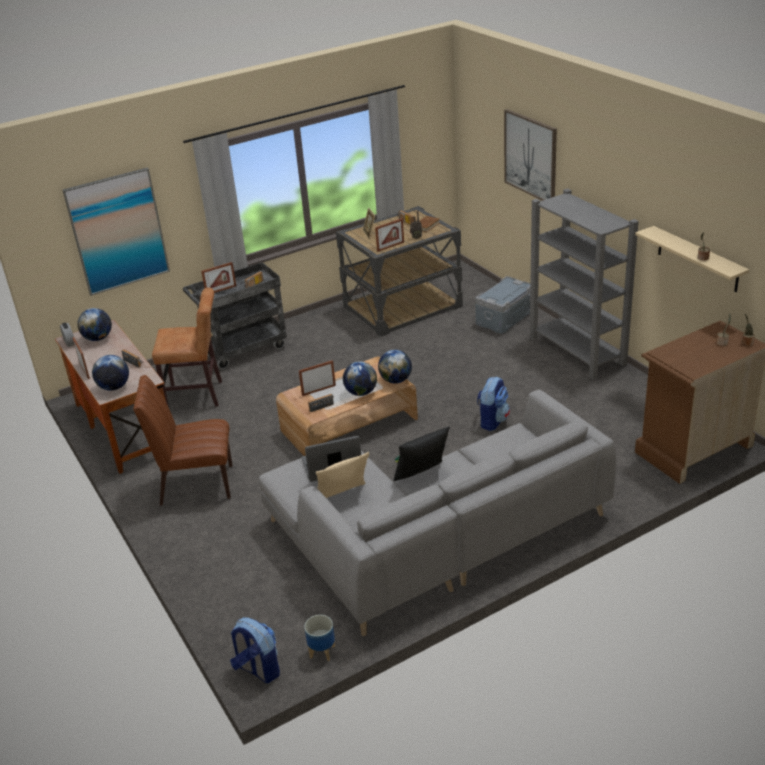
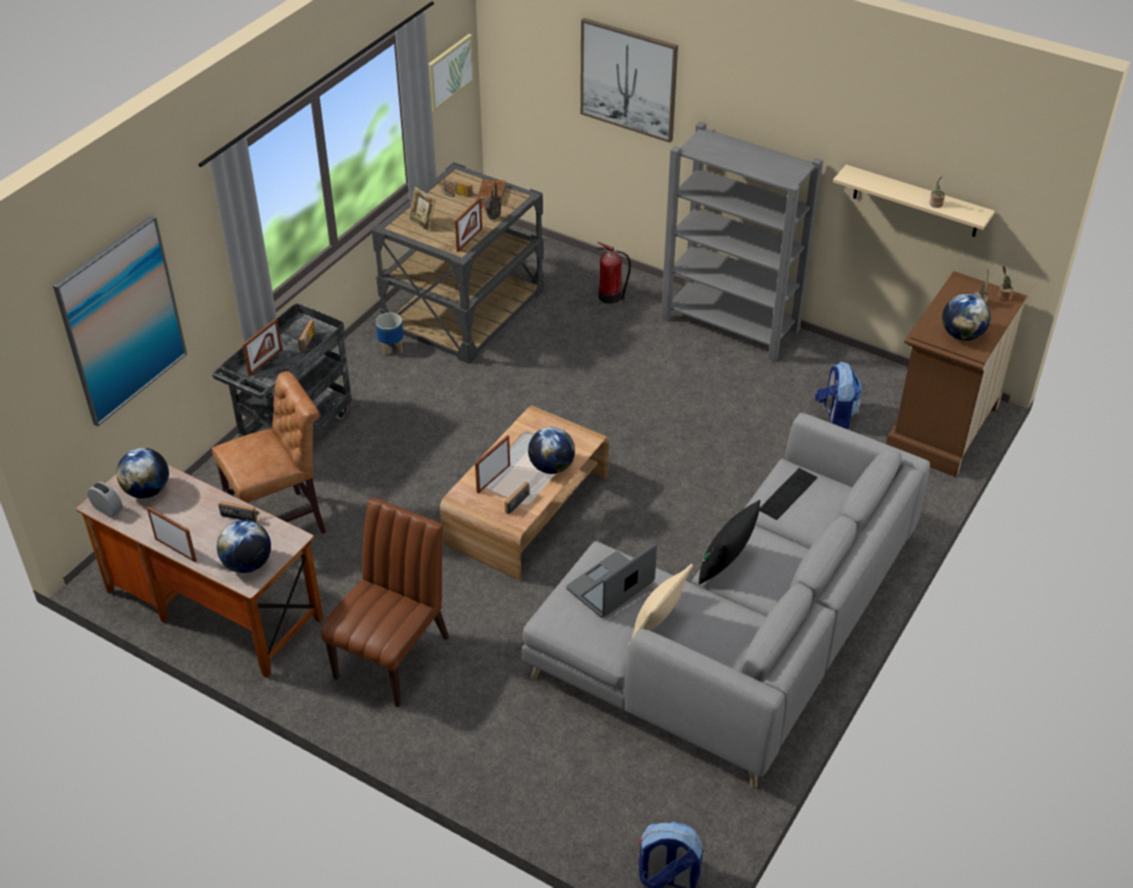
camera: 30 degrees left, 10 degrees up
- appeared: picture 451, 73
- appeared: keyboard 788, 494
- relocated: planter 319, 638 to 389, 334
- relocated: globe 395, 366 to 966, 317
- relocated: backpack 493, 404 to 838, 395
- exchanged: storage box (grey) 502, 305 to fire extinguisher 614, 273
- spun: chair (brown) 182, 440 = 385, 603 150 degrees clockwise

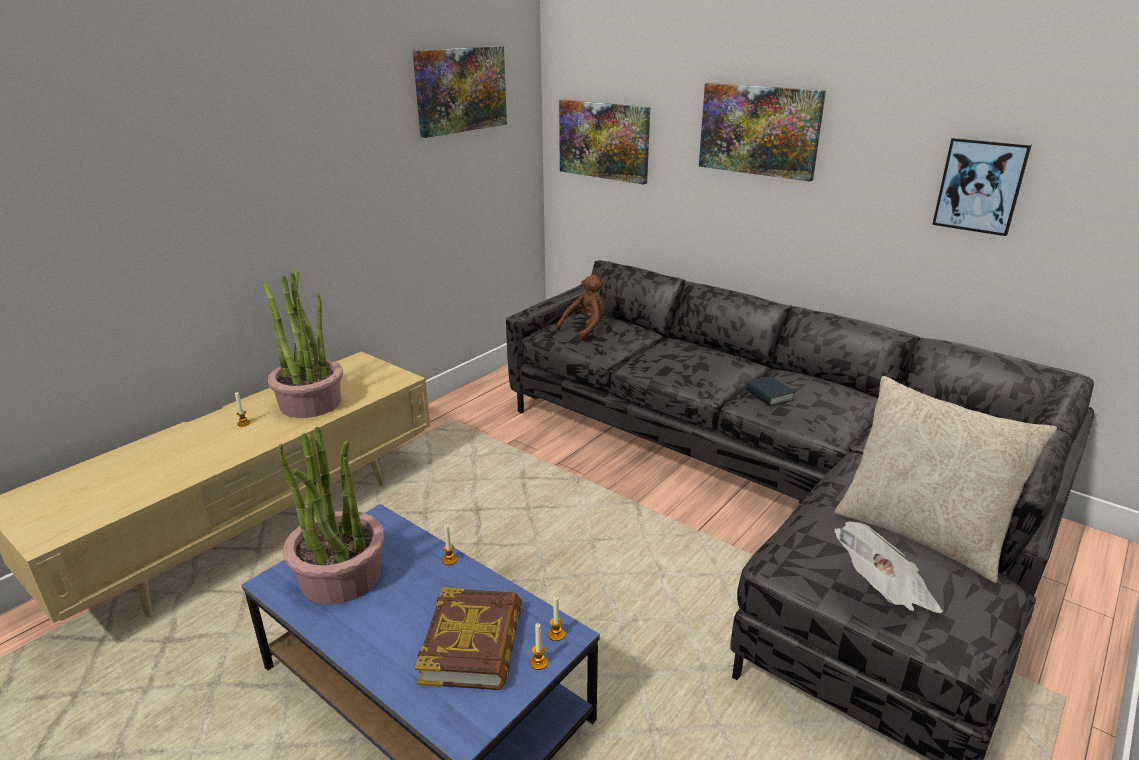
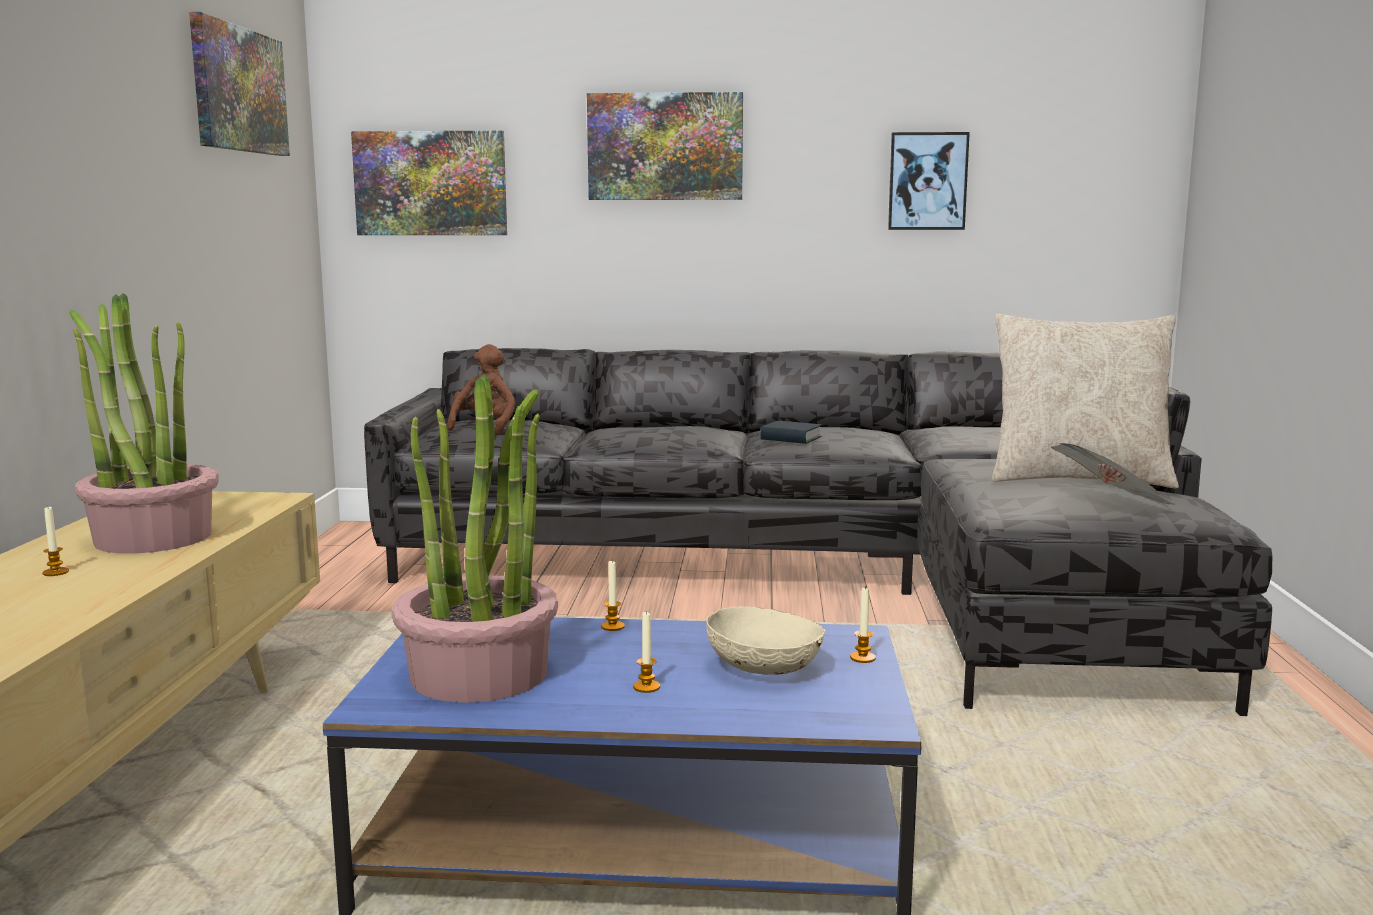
camera: 35 degrees left, 15 degrees down
- relocated: candle 556, 618 to 646, 652
- exchanged: book 468, 638 to bowl (beige) 765, 640

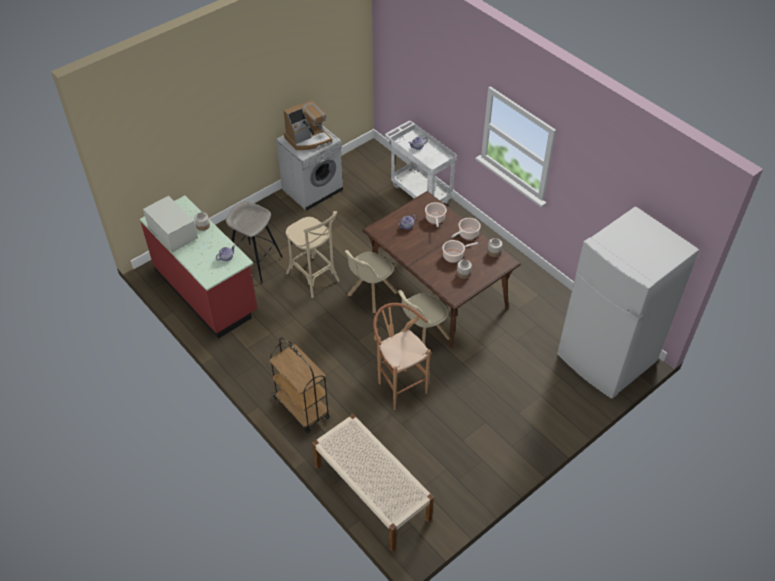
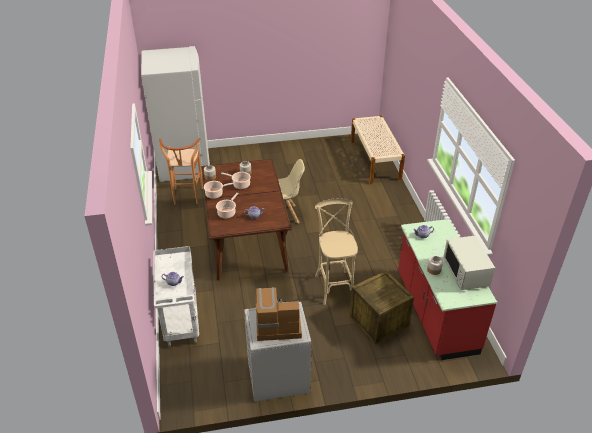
camera: 150 degrees left, 10 degrees down
- missing: cart (brown) 300, 385
- missing: chair (beige) 371, 281
- relocated: stool (brown) 402, 356 to 181, 171
- exchanged: stool (grey) 254, 242 to crate 382, 307

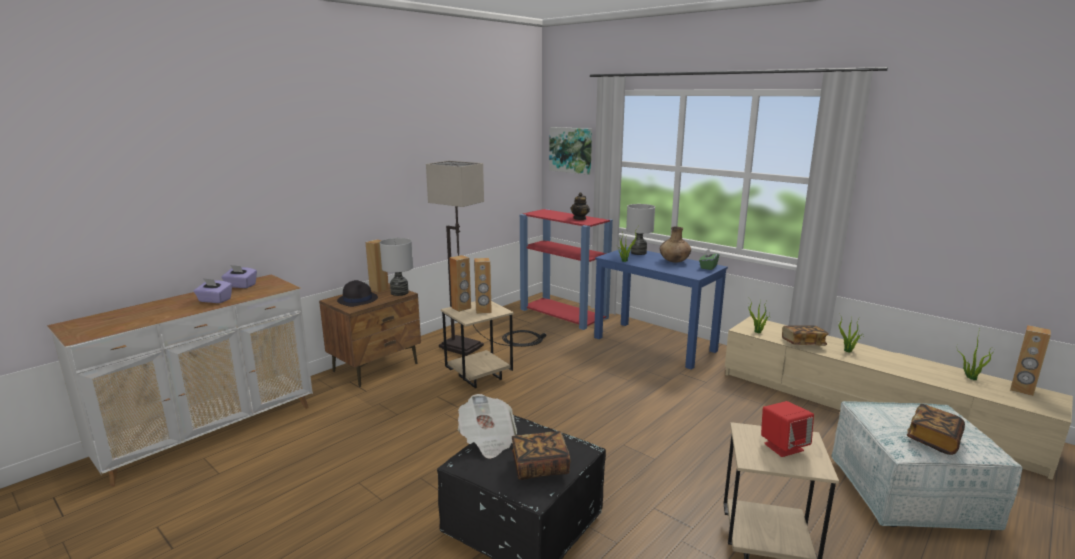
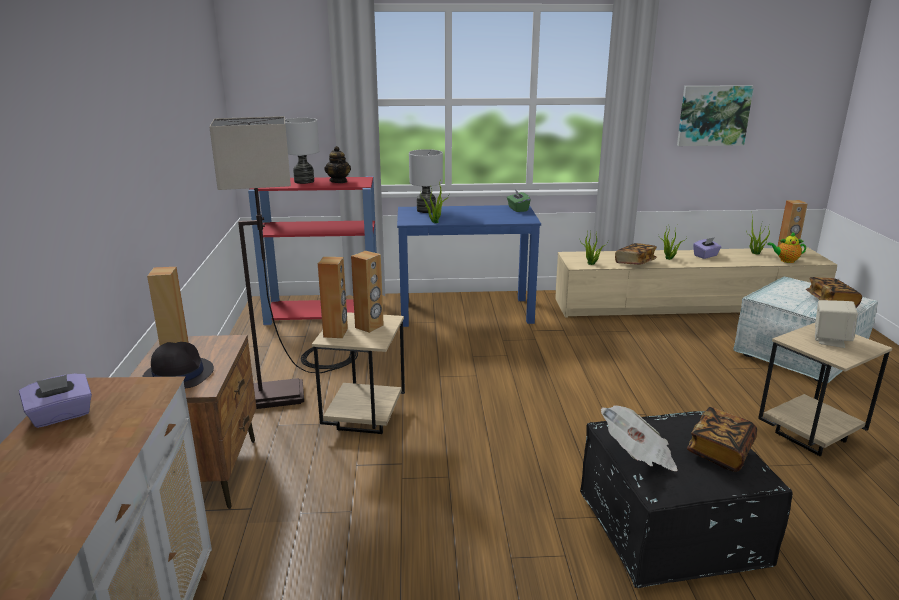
camera: 45 degrees left, 5 degrees up
- missing: vase (brown) 675, 244
- appeared: teapot 786, 247
- relocated: tissue box (purple) 213, 290 to 707, 248
- relocated: table lamp (grey) 396, 267 to 302, 151
- relocated: picture 570, 151 to 715, 115
- colour: speaker (red) 787, 429 to speaker (beige) 836, 324

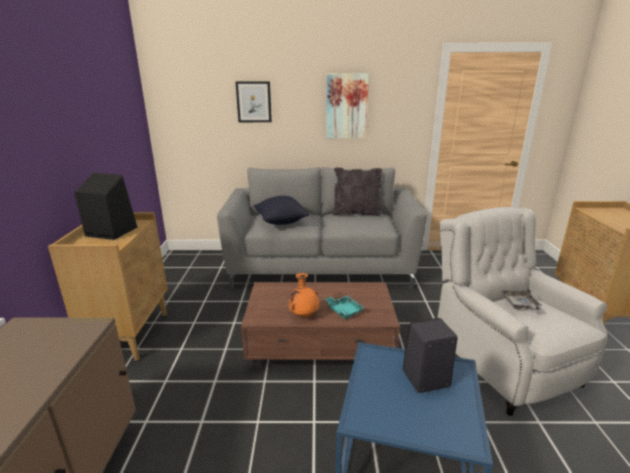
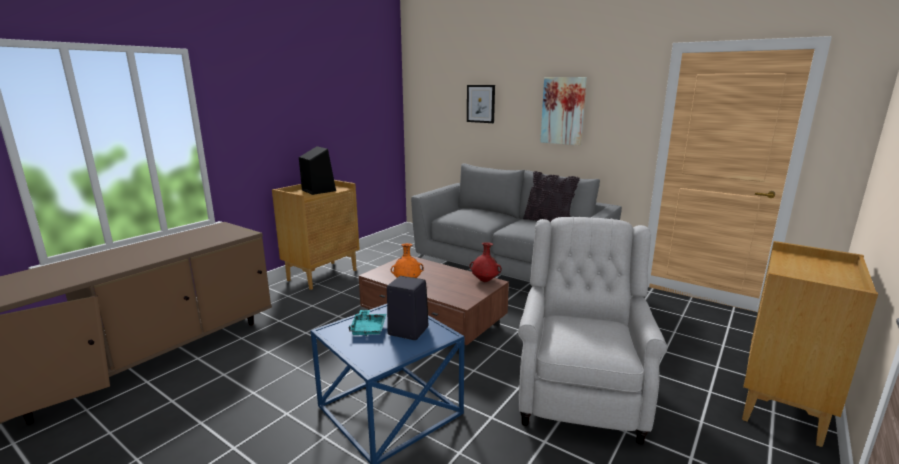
camera: 35 degrees right, 5 degrees down
- missing: pillow (black) 281, 210
- missing: tray (grey) 522, 300
- appeared: vase (red) 486, 262
- relocated: tray (turquoise) 344, 307 to 367, 323

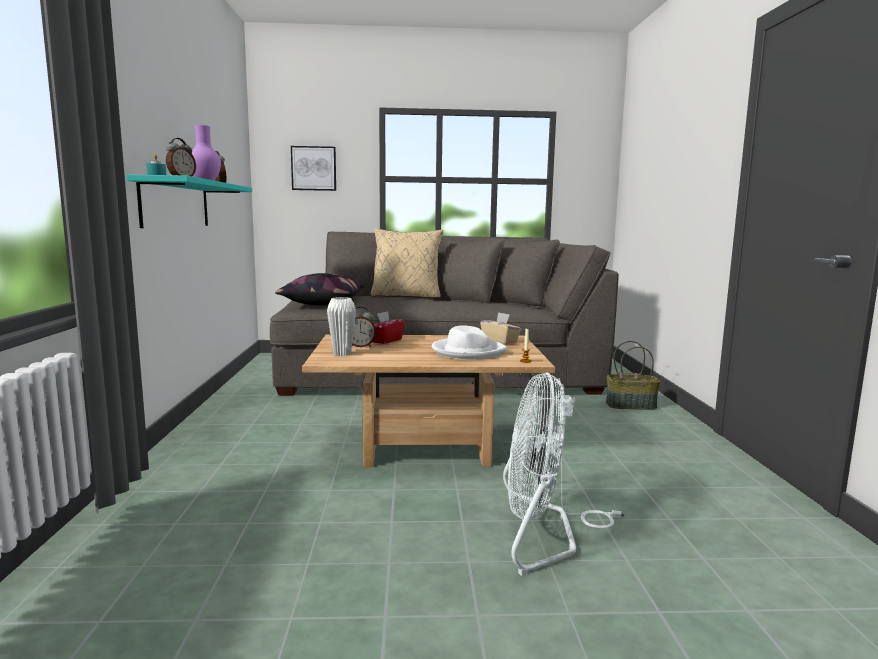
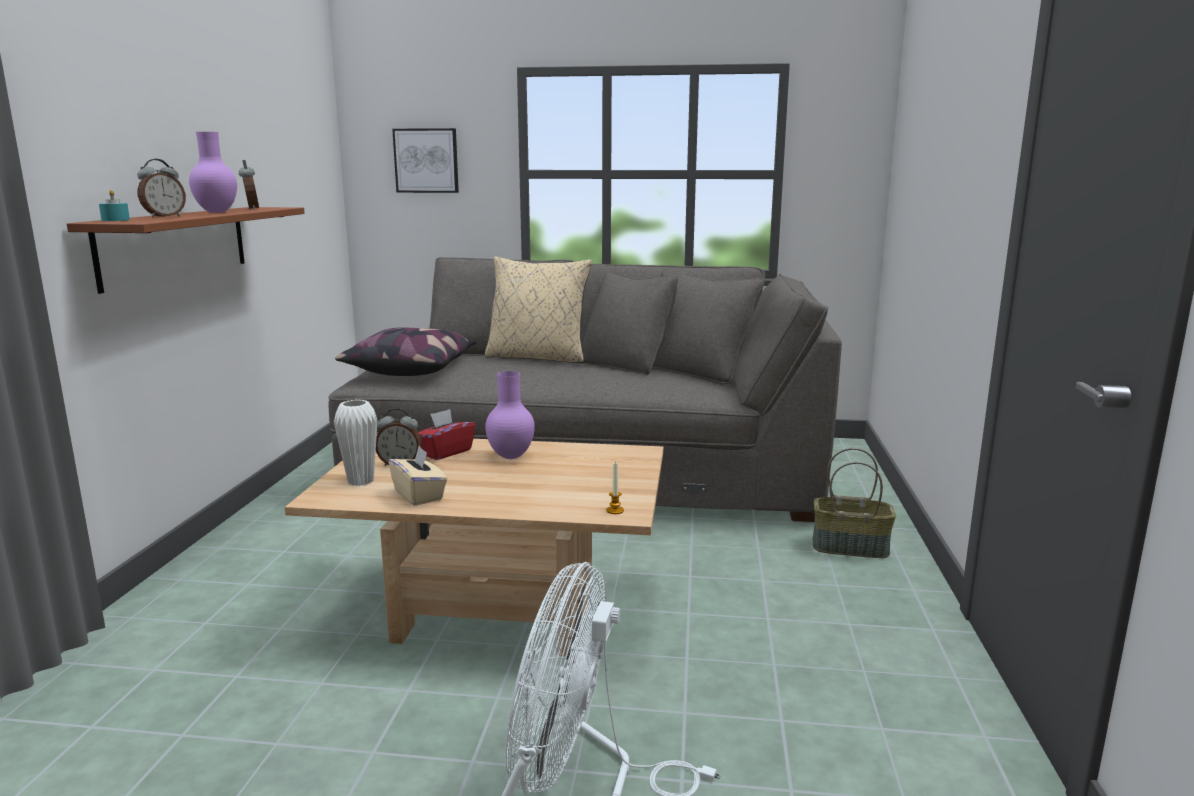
camera: 10 degrees right, 5 degrees up
- missing: hat (white) 469, 342
- appeared: vase (purple) 510, 415
- relocated: tissue box (beige) 501, 328 to 418, 476
- colour: shelf (turquoise) 189, 201 to shelf (brown) 186, 250

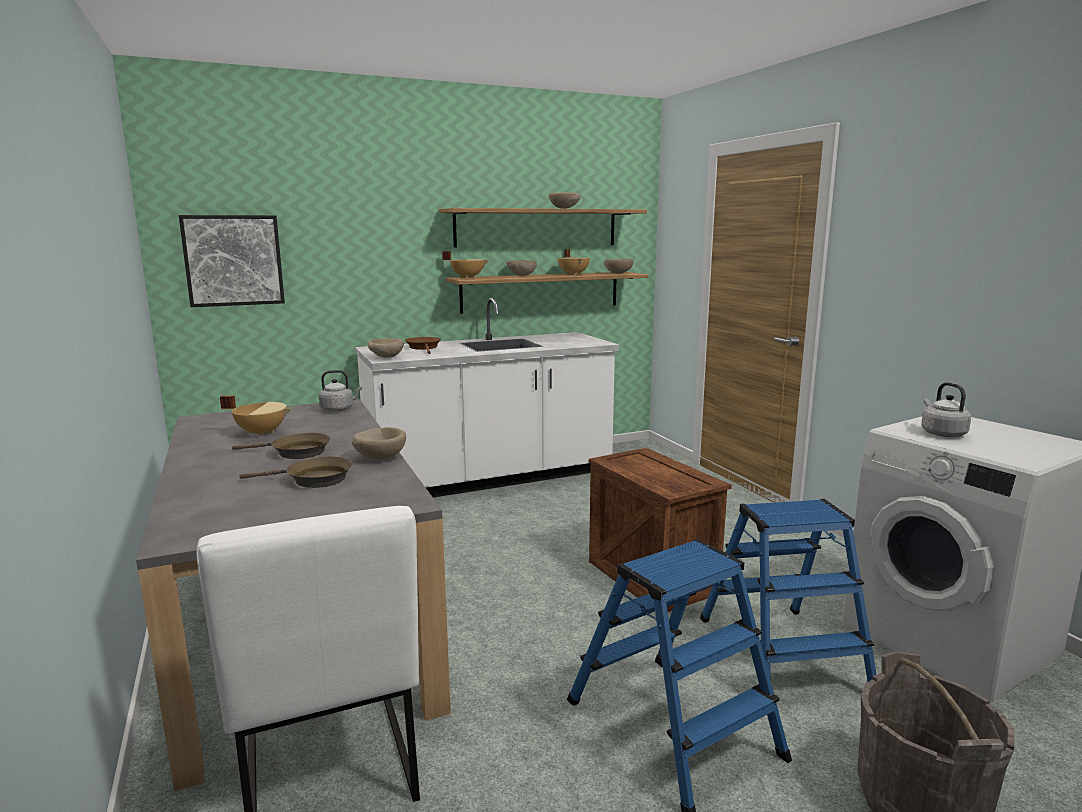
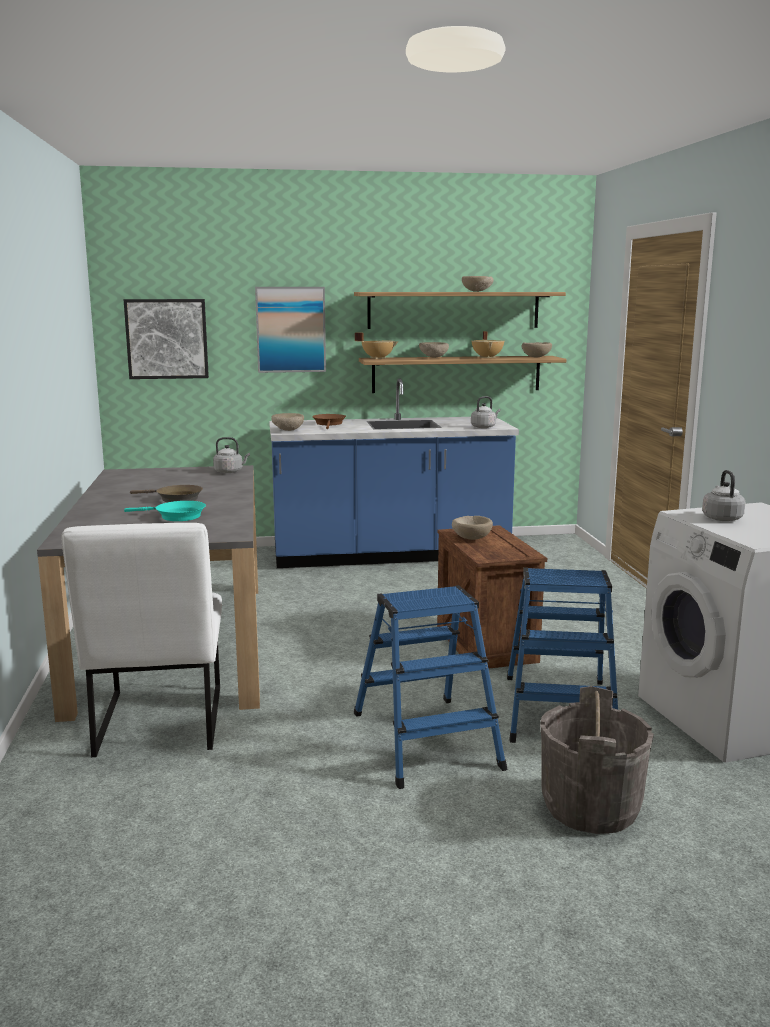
camera: 15 degrees right, 0 degrees up
- missing: cooking pot (beige) 256, 416
- appeared: picture 290, 330
- appeared: kettle (grey) 485, 412
- relocated: bowl (beige) 379, 443 to 472, 528
- colour: frying pan (brown) 295, 472 to frying pan (turquoise) 165, 511
- colour: counter (white) 487, 398 to counter (blue) 394, 473

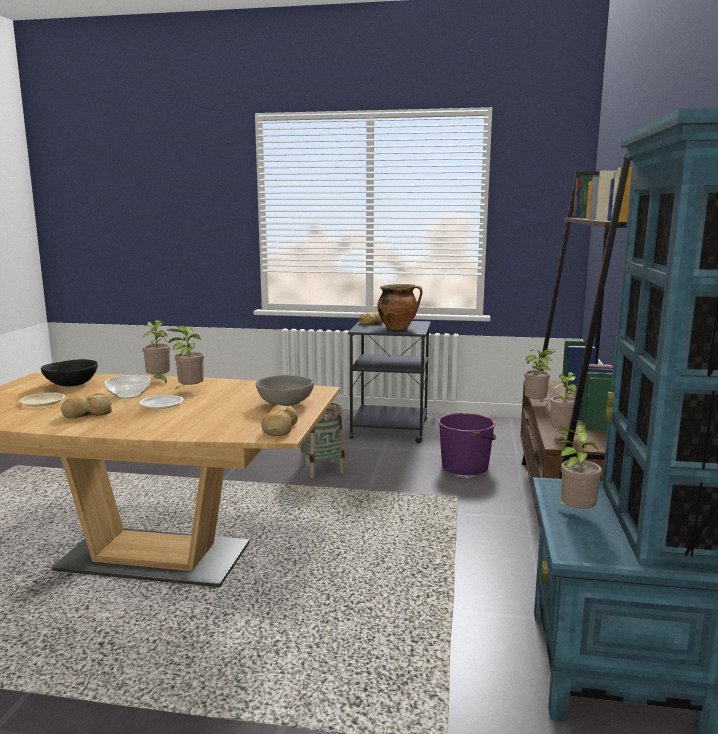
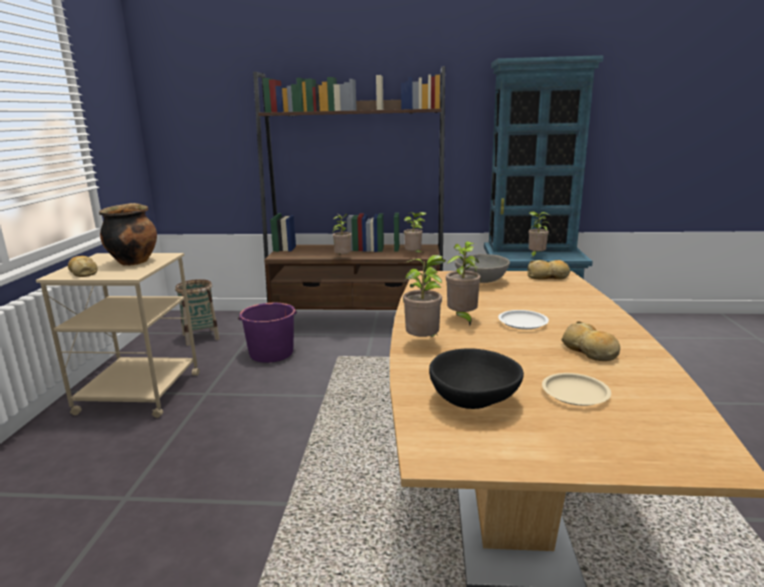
camera: 95 degrees left, 5 degrees up
- missing: bowl 127, 387
- relocated: basket 323, 440 to 197, 312
- colour: cart (black) 389, 382 to cart (beige) 118, 335

